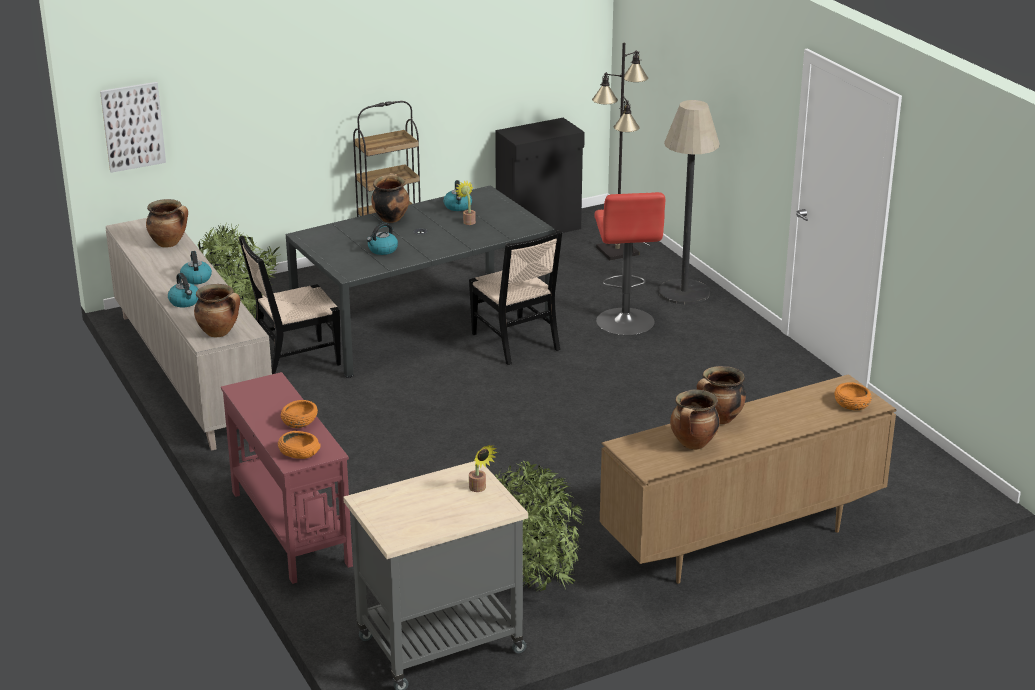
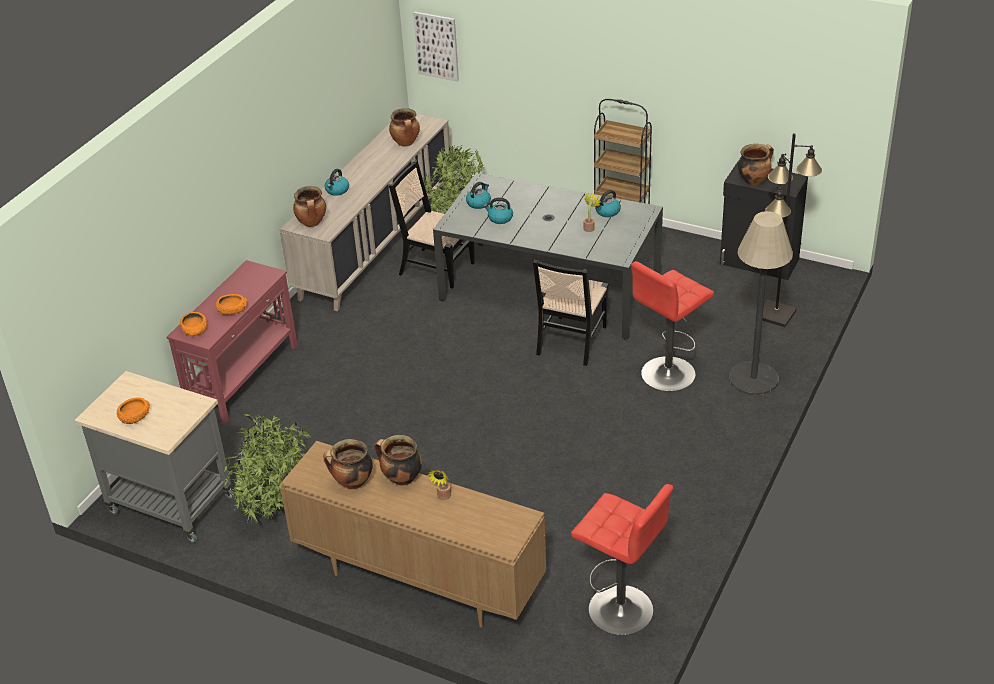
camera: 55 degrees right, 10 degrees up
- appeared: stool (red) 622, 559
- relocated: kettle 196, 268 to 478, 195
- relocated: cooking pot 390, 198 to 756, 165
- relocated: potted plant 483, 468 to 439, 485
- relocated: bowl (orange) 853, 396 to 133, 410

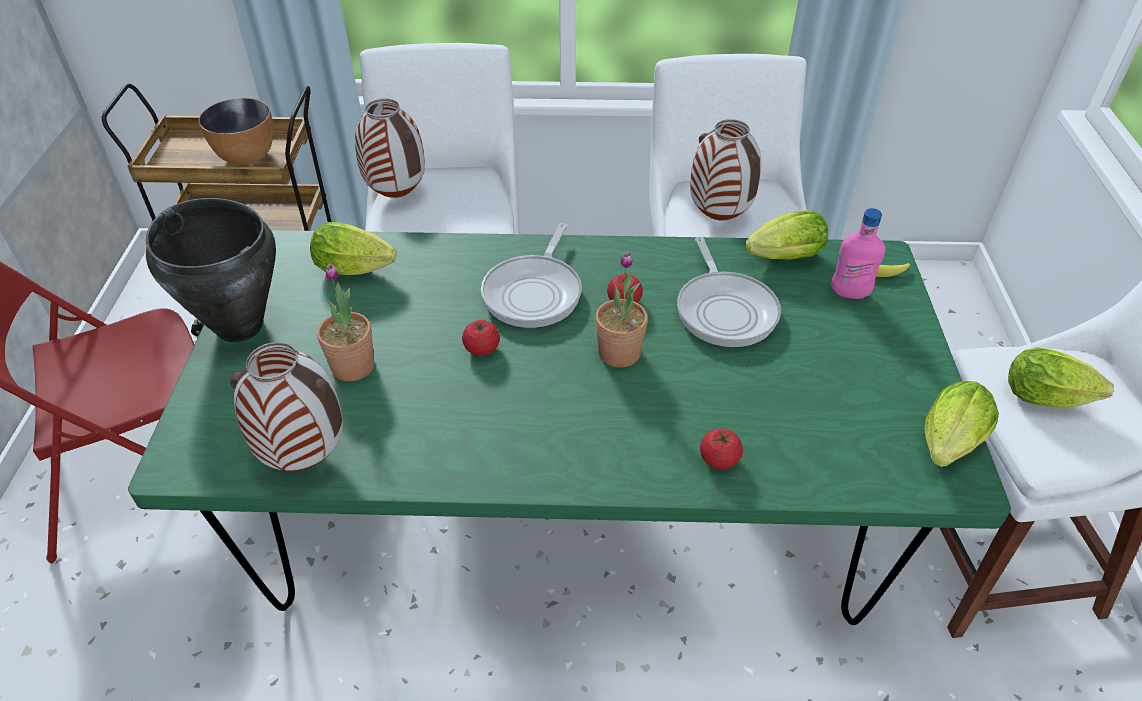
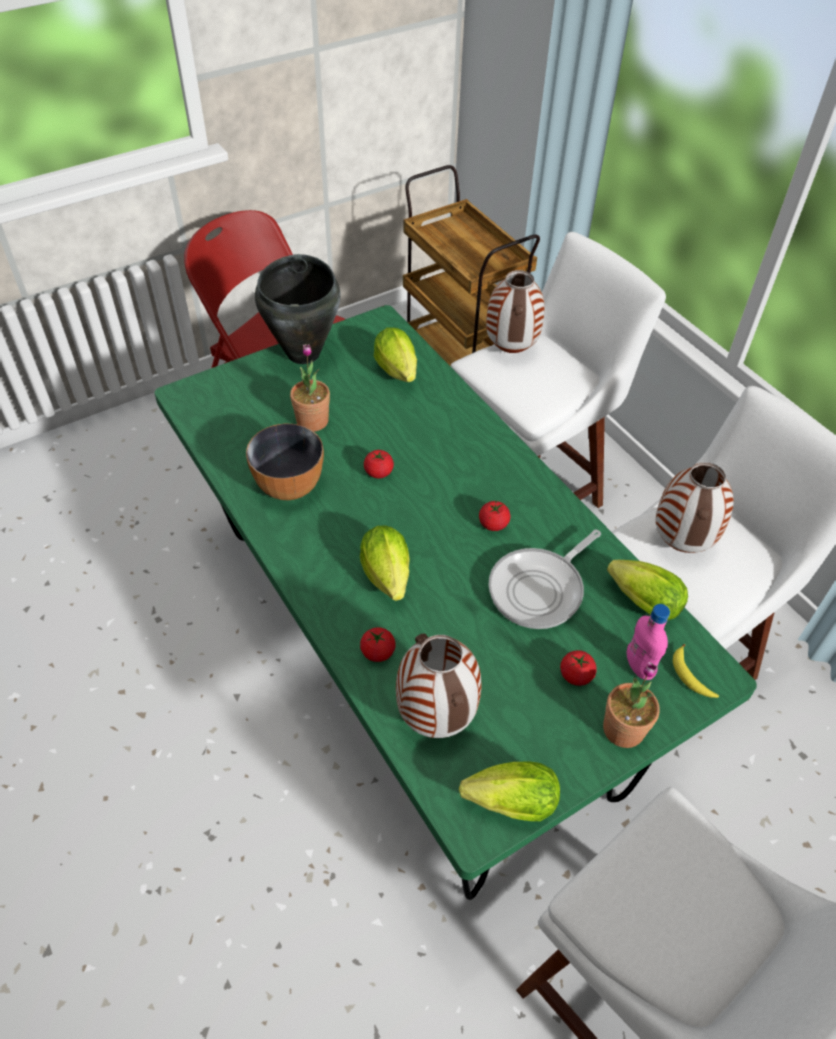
camera: 55 degrees right, 5 degrees up
- missing: frying pan 531, 275
- appeared: tomato 578, 668
- relocated: bowl 235, 131 to 285, 461
- relocated: vase 286, 406 to 438, 686
- relocated: potted plant 621, 309 to 631, 705
- relocated: lettuce 1061, 377 to 385, 563

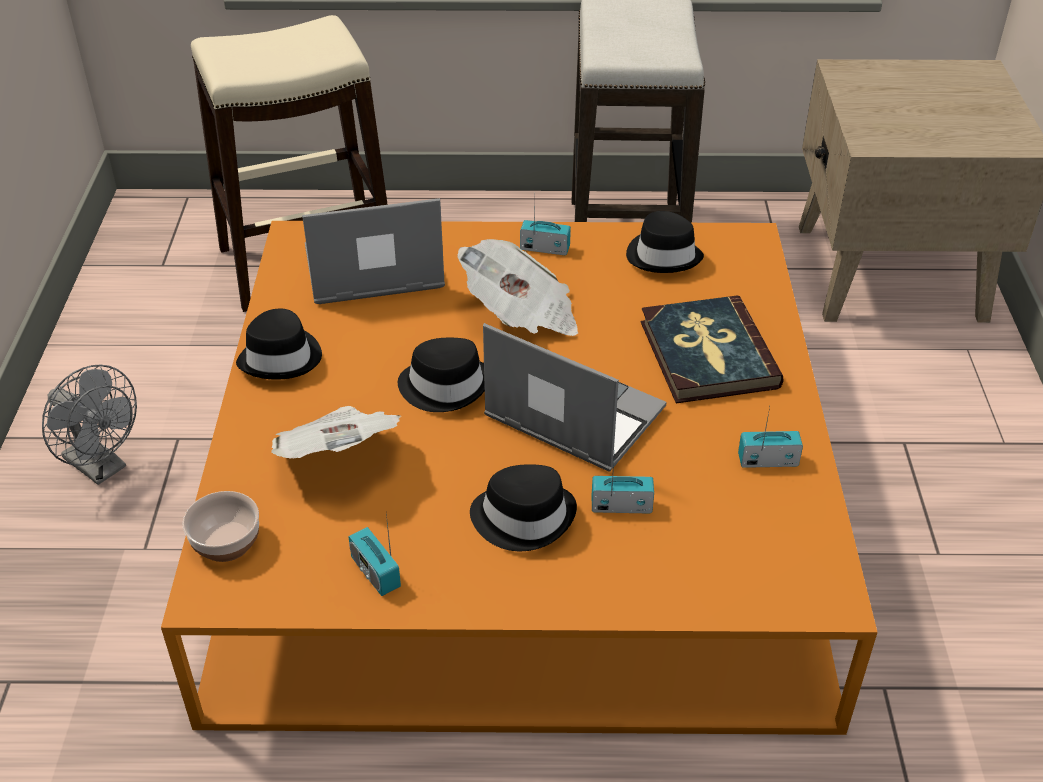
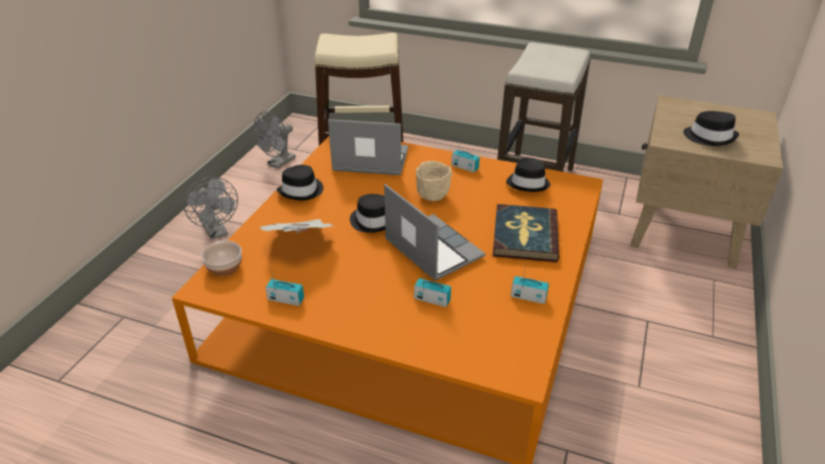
camera: 20 degrees right, 5 degrees down
- appeared: fan (grey) 274, 140
- relocated: hat (black) 523, 507 to 711, 128
- exchanged: newspaper 518, 287 to bowl (beige) 434, 181
- spun: radio 374, 555 = 285, 284 120 degrees clockwise

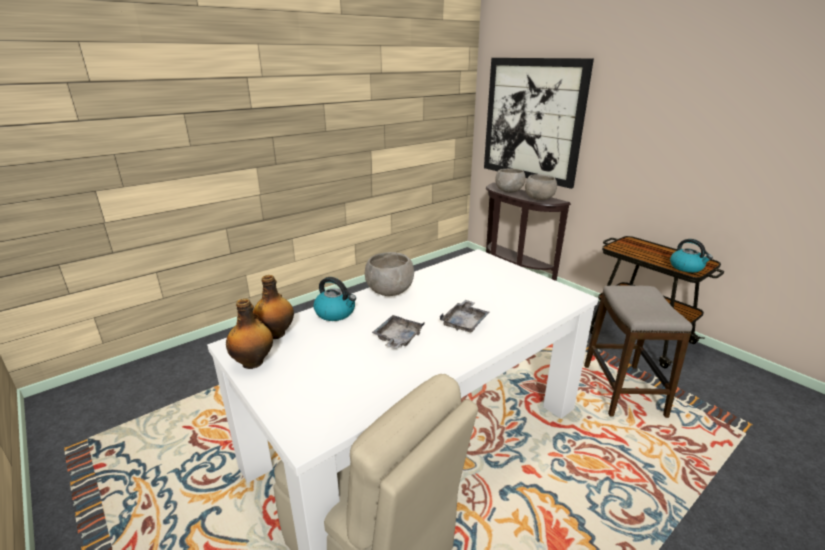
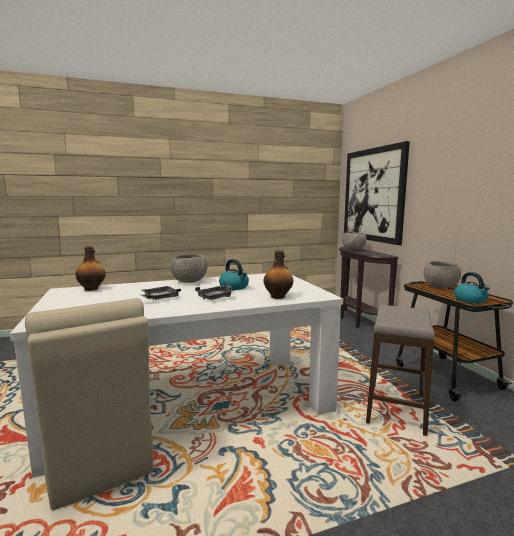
camera: 20 degrees right, 15 degrees down
- relocated: bottle 249, 334 to 278, 274
- relocated: kettle 335, 299 to 234, 274
- relocated: bowl (grey) 541, 187 to 442, 275

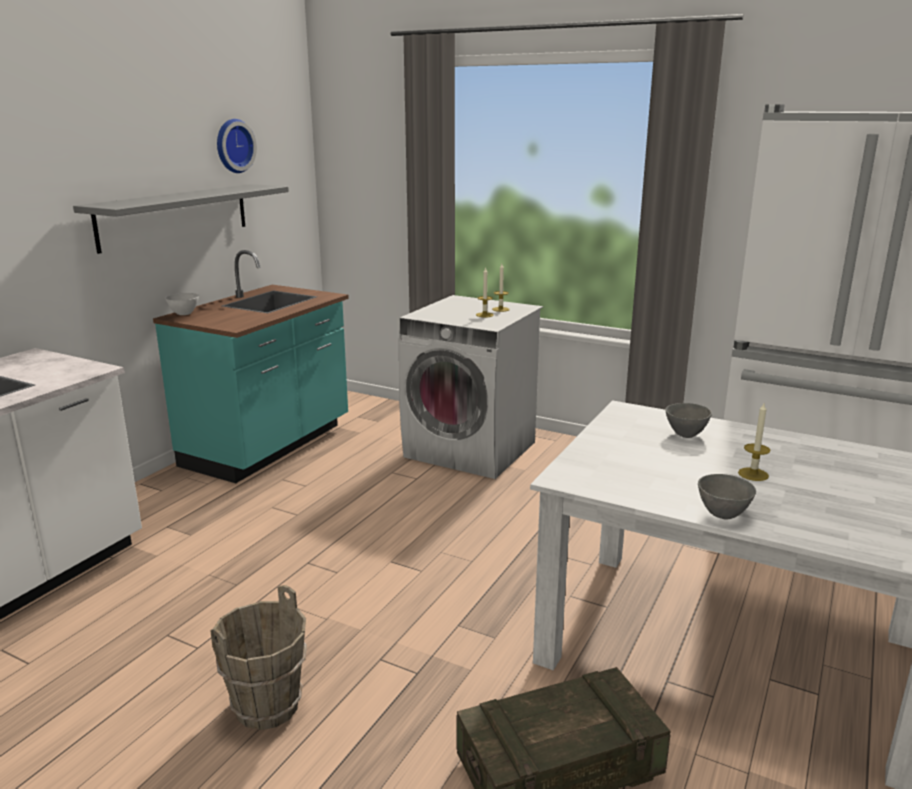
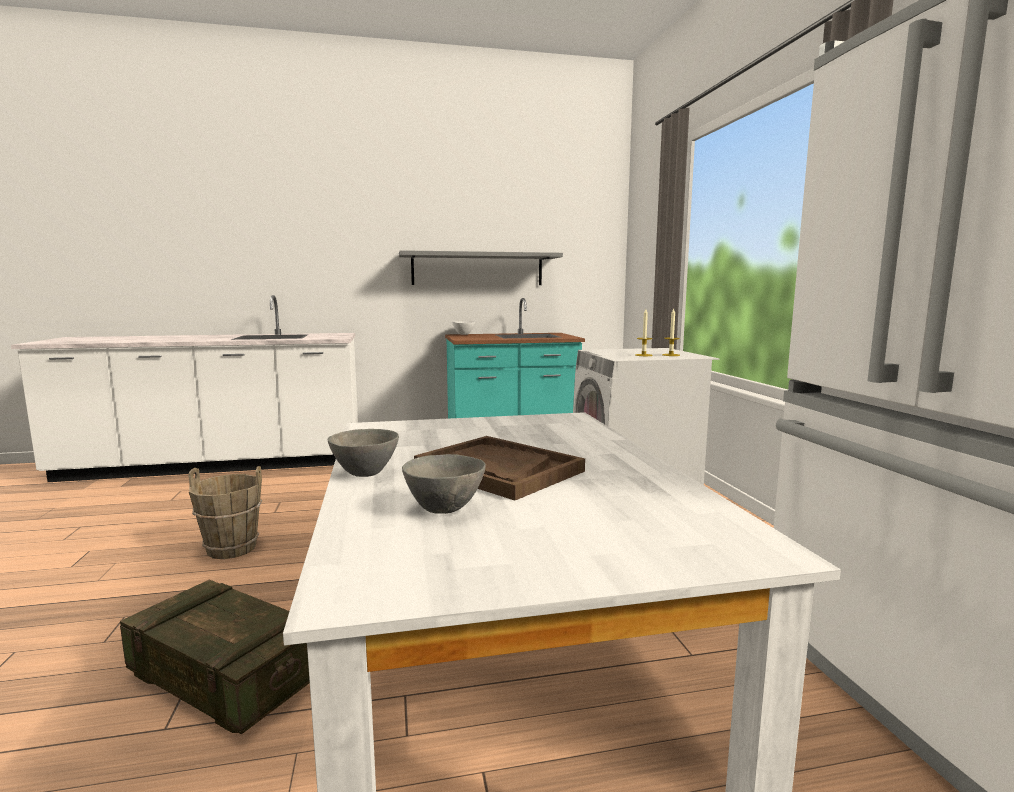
camera: 50 degrees right, 10 degrees down
- missing: wall clock 237, 146
- relocated: bowl (grey) 688, 420 to 444, 484
- exchanged: candle 754, 442 to tray (brown) 499, 468

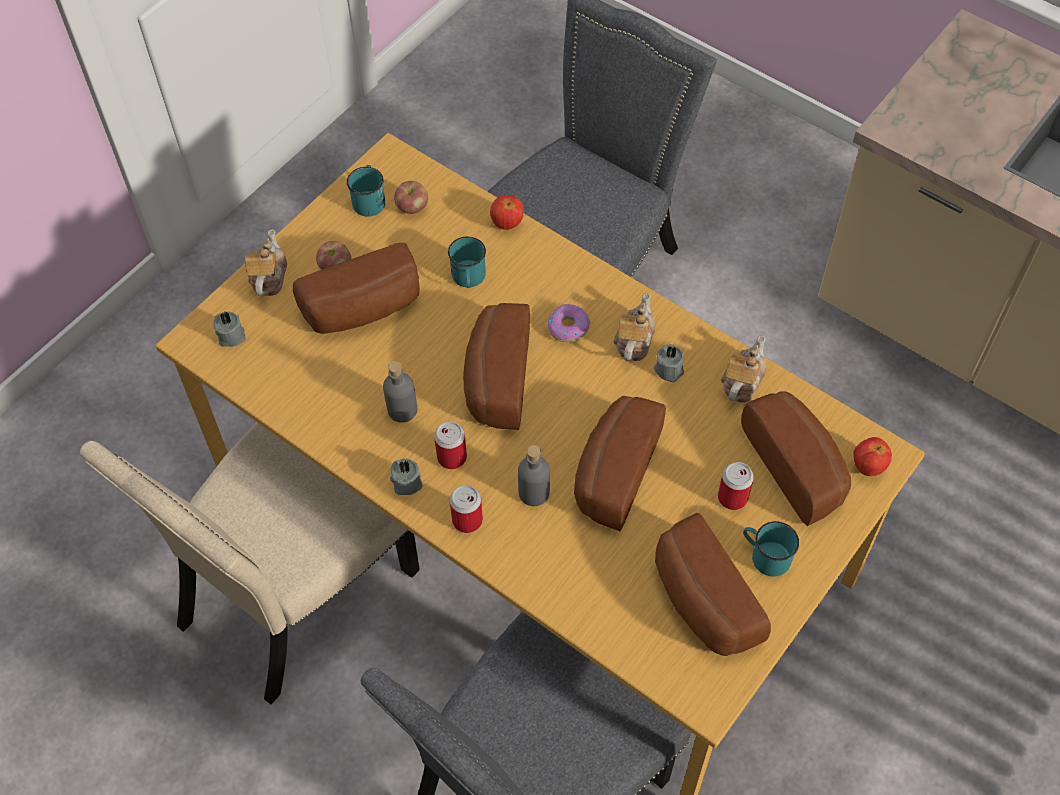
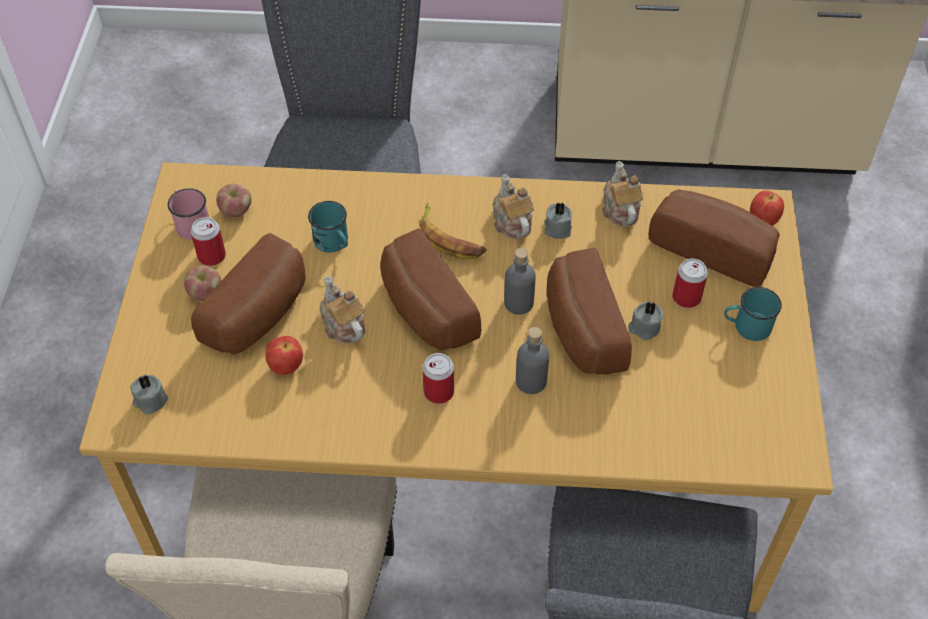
camera: 35 degrees left, 5 degrees down
- missing: bread 713, 584
- relocated: teapot 266, 262 to 342, 309
- relocated: bottle (grey) 400, 392 to 520, 281
- relocated: candle (grey) 406, 476 to 645, 321
- relocated: can 466, 509 to 208, 241
- relocated: apple 507, 212 to 284, 355
- exchanged: donut 568, 323 to banana 452, 231
- colour: mug (turquoise) 366, 191 to mug (pink) 188, 214

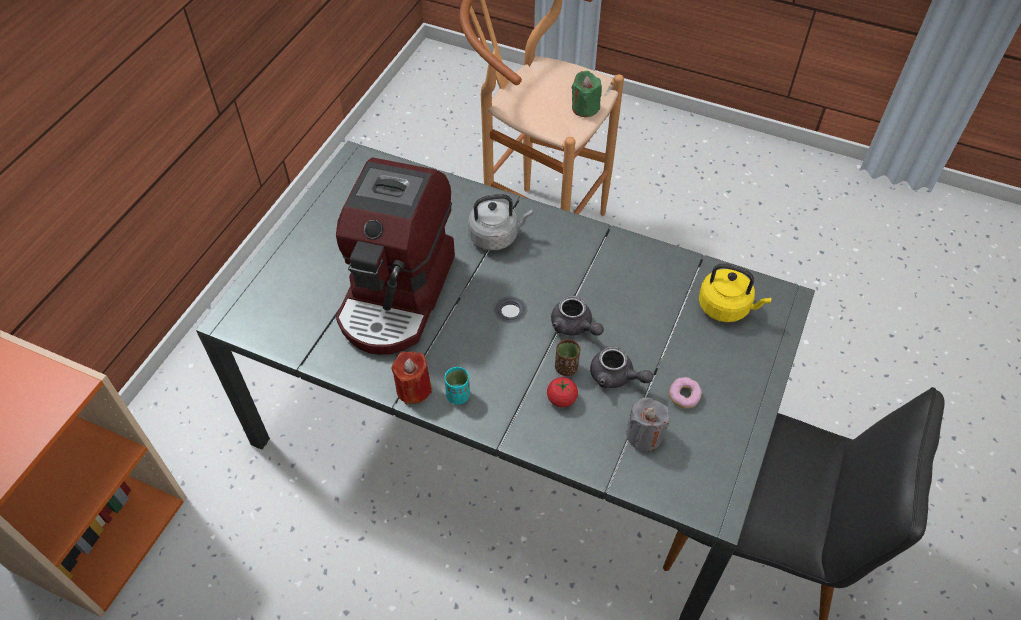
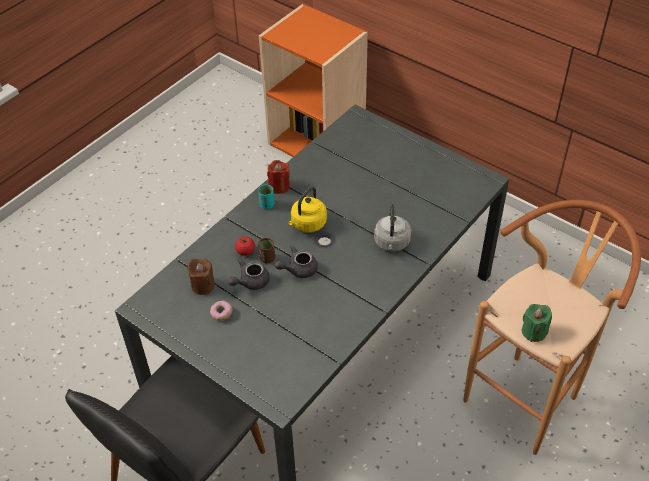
camera: 105 degrees right, 5 degrees down
- missing: coffee machine 395, 256
- relocated: kettle (yellow) 735, 292 to 307, 209
- colour: candle (grey) 648, 424 to candle (brown) 201, 277

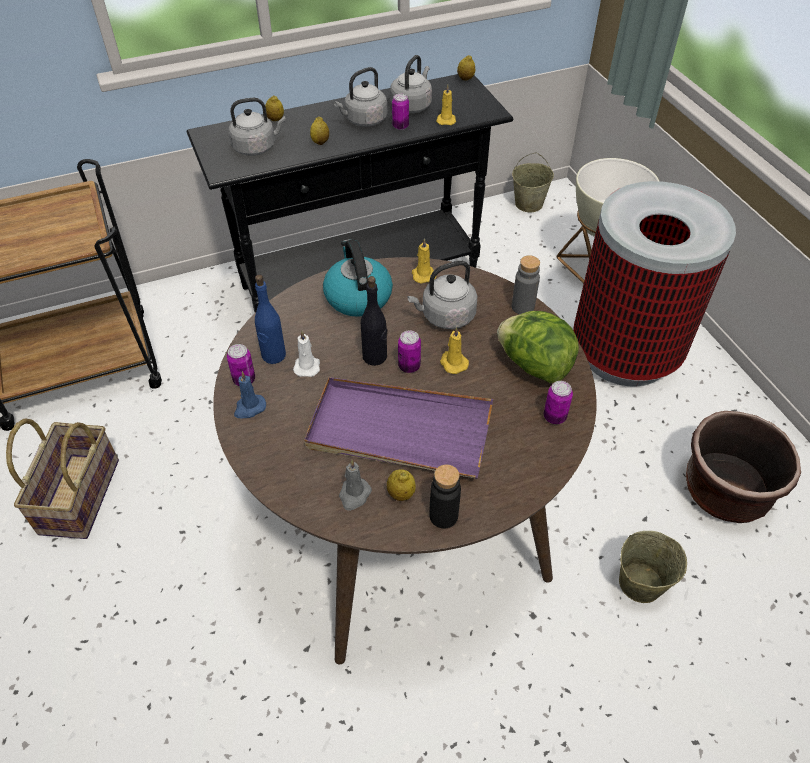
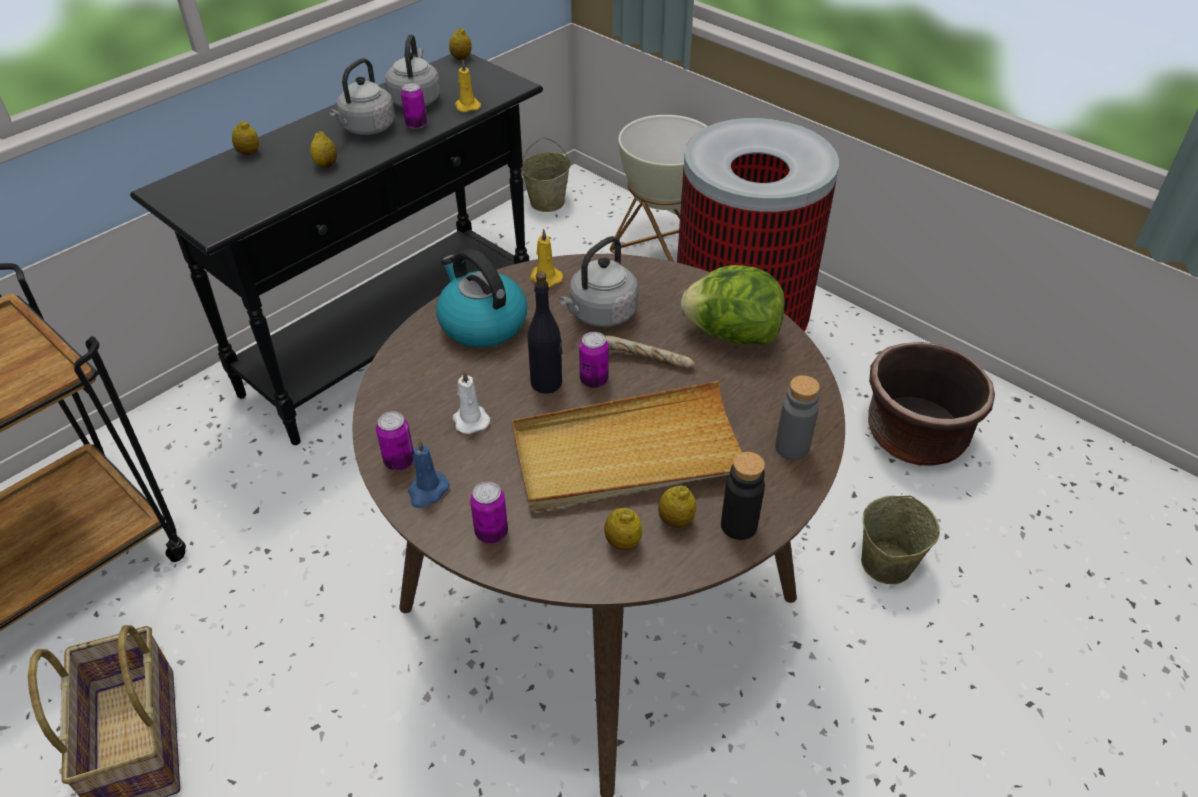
camera: 25 degrees left, 5 degrees down
- missing: kettle (grey) 257, 127
- missing: bottle (blue) 270, 319
- relocated: bottle (grey) 526, 284 to 797, 417
- relocated: can 558, 402 to 489, 512
- exchanged: candle (grey) 355, 485 to lemon 623, 529
- exchanged: candle (yellow) 454, 350 to bread 650, 352
- colour: tray (purple) 399, 428 to tray (beige) 627, 446

